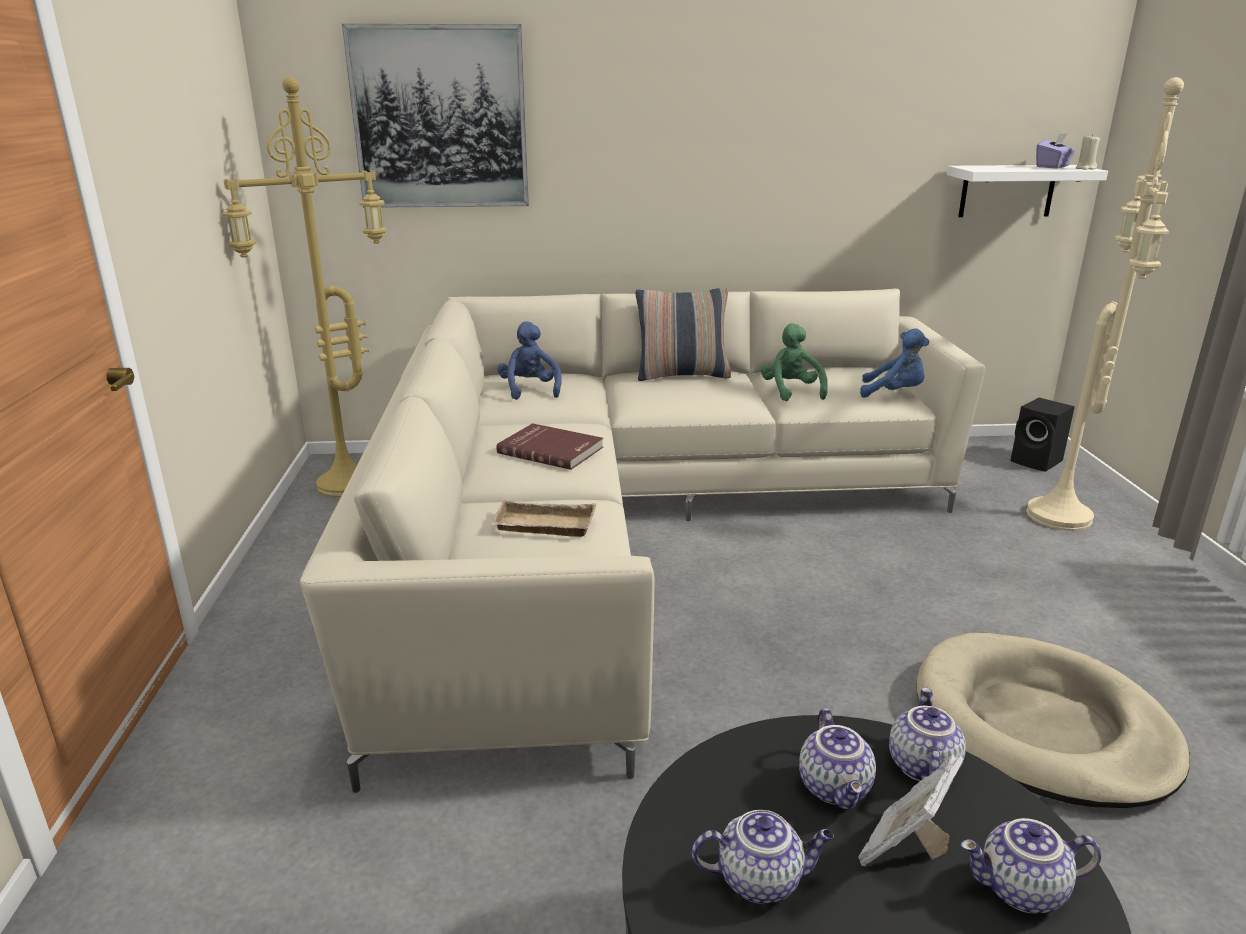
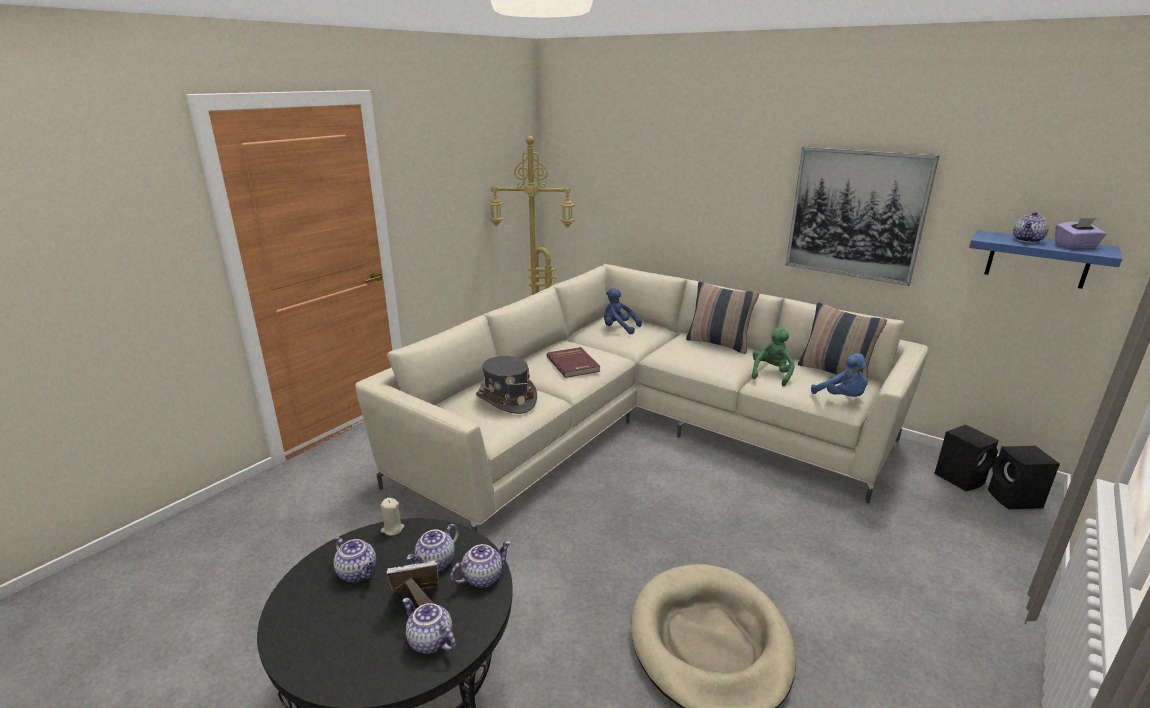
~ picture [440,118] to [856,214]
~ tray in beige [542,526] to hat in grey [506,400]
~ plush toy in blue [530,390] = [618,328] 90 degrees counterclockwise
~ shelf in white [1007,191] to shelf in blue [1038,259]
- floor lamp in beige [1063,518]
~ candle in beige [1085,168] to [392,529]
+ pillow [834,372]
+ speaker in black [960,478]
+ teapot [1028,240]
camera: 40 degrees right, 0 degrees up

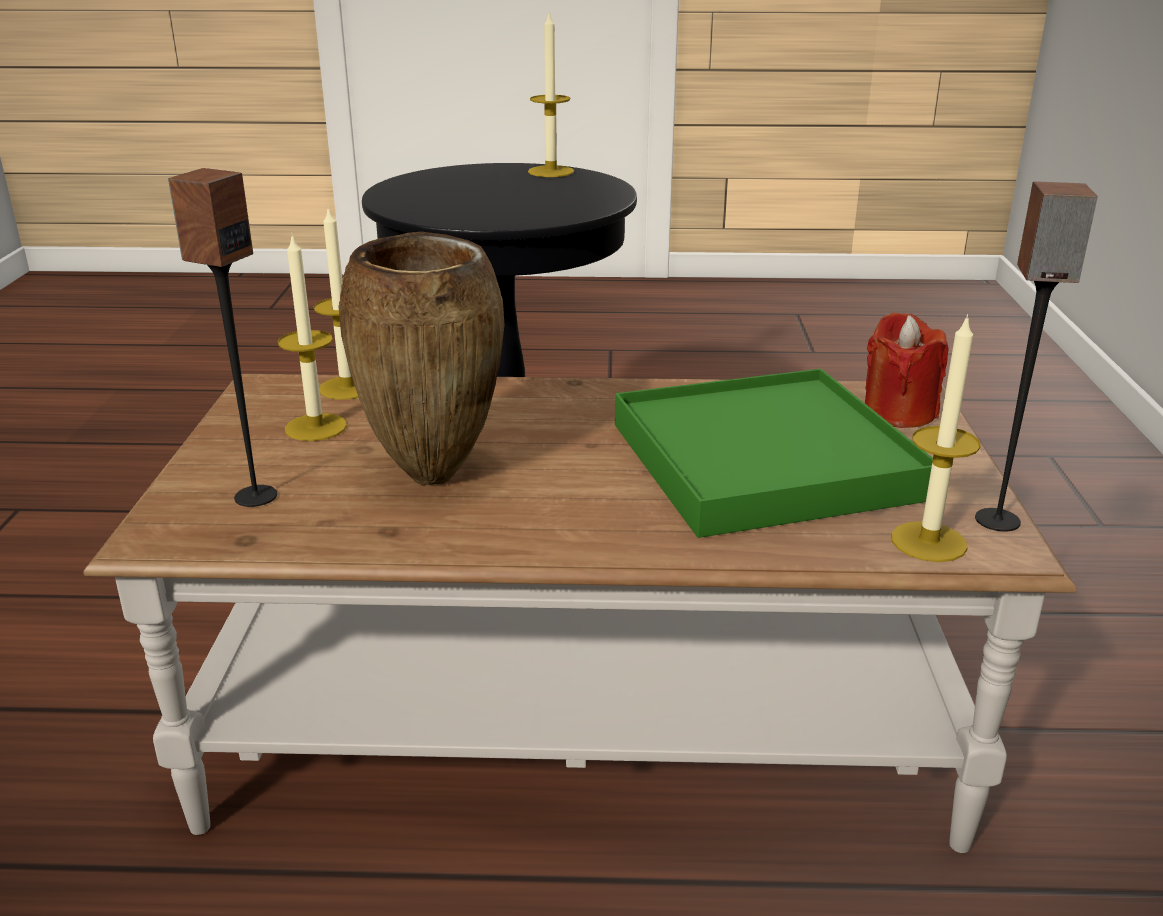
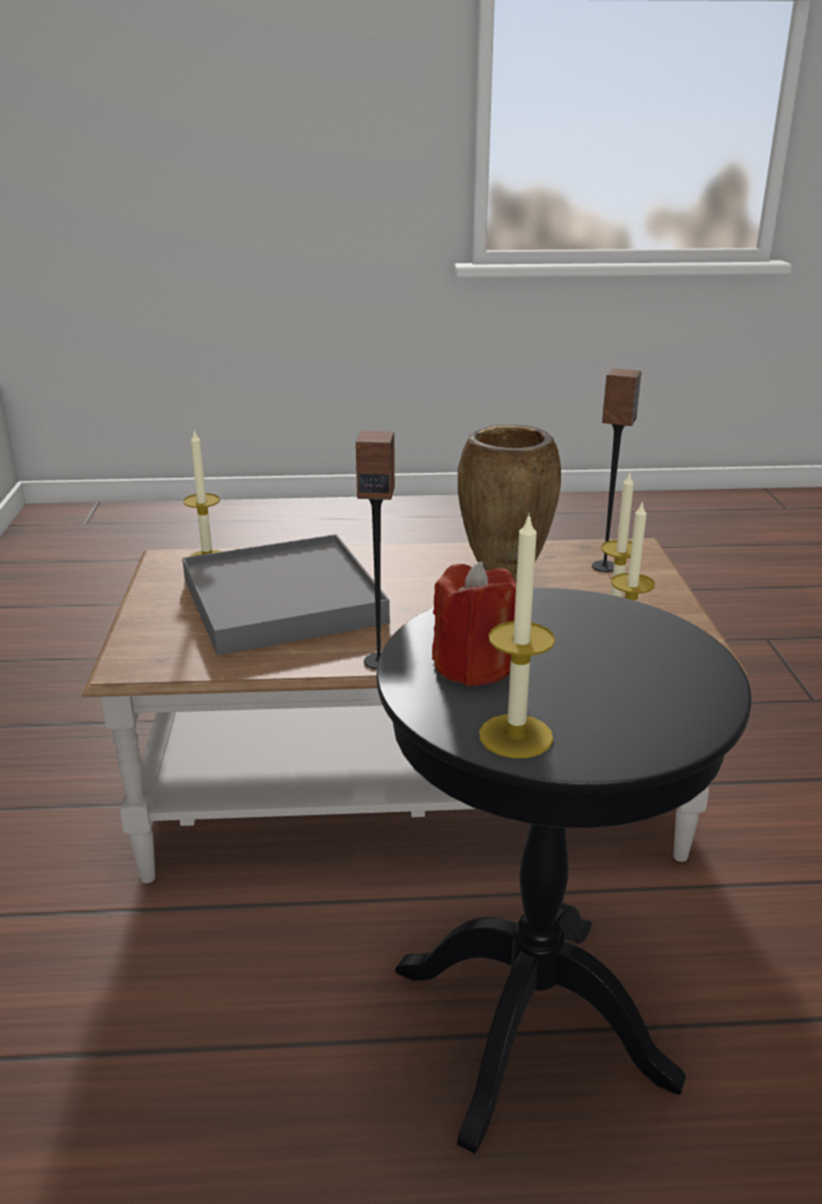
~ tray in green [763,460] to tray in grey [283,601]
~ candle in red [898,413] to [473,666]
~ speaker [997,521] to [379,661]
camera: 175 degrees right, 0 degrees up

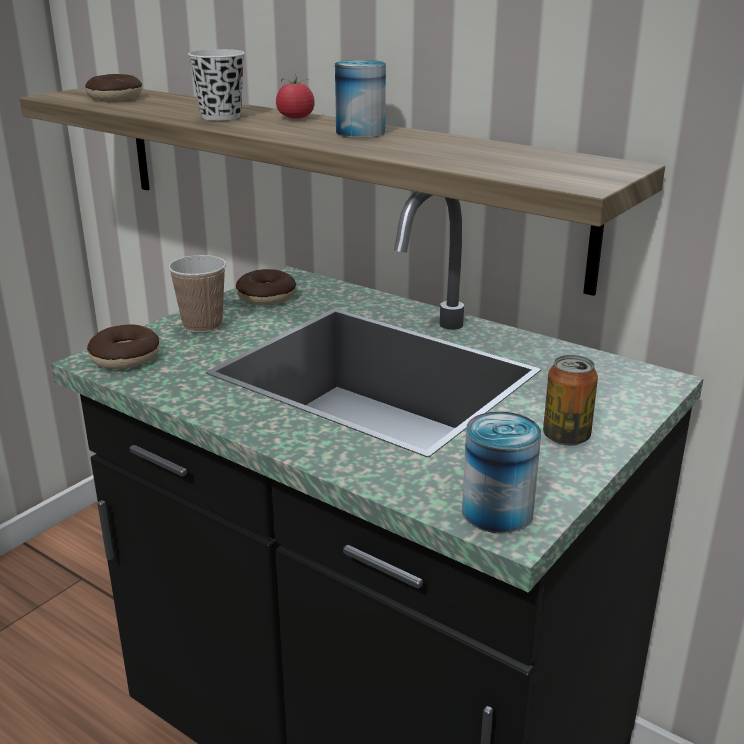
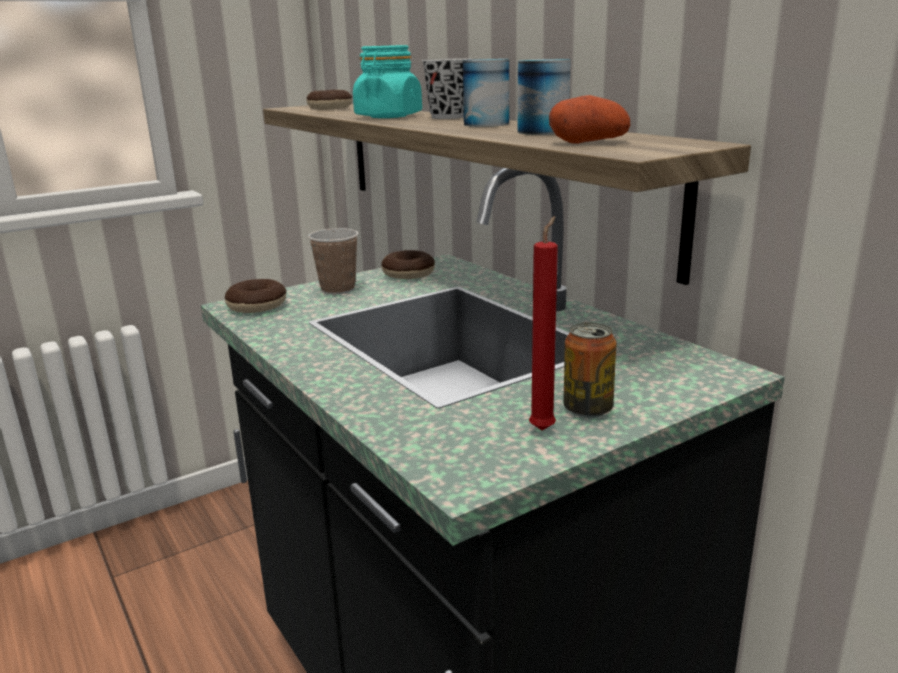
~ cup in white [221,117] to jar in turquoise [388,116]
~ tomato [295,118] to cup in black [448,117]
~ can [497,511] to [542,131]
+ candle in red [544,428]
+ potato [589,142]
camera: 20 degrees right, 5 degrees down

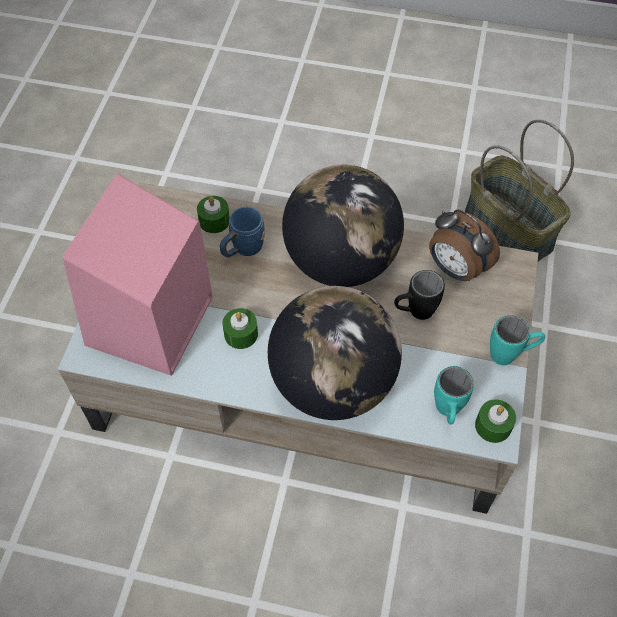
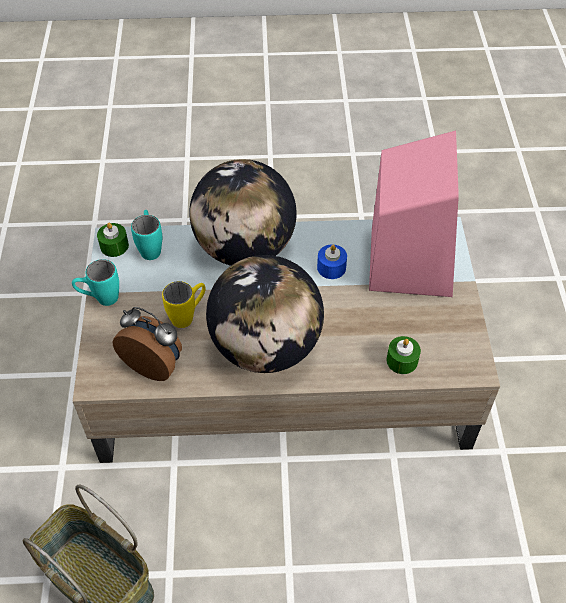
- mug in blue [242,249]
~ candle in green [241,334] to candle in blue [331,267]
~ mug in black [414,312] to mug in yellow [188,316]
camera: 165 degrees right, 5 degrees down

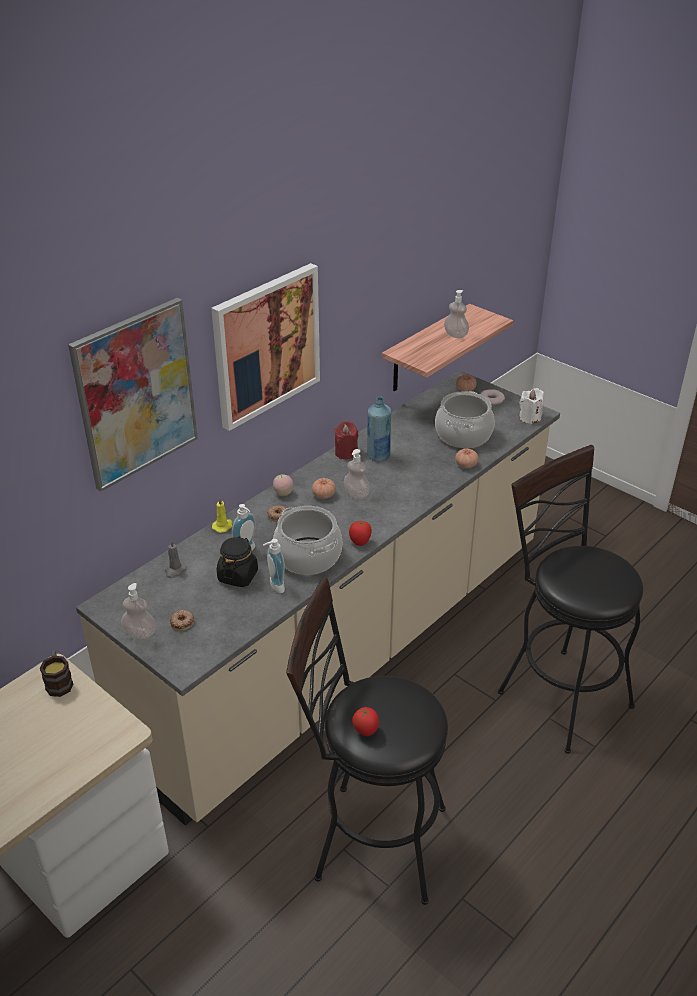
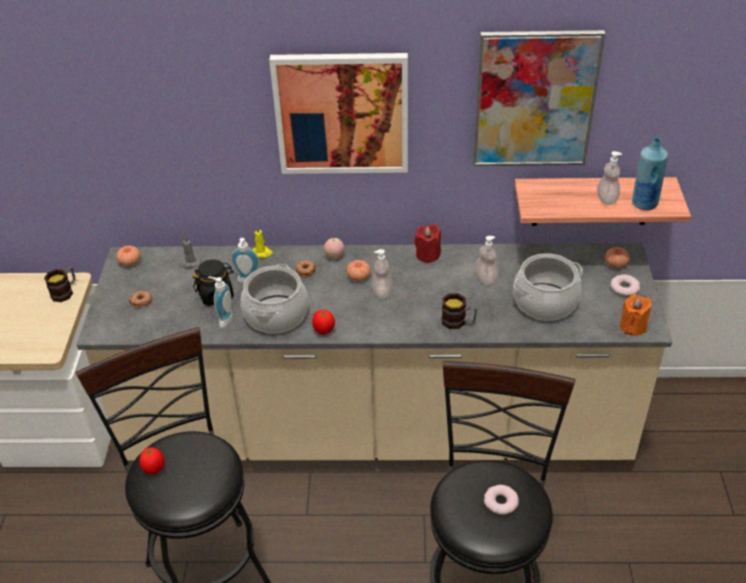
~ picture [136,394] to [534,100]
~ soap dispenser [140,633] to [486,279]
~ bottle in blue [378,456] to [643,203]
~ tomato [466,465] to [130,262]
~ candle in white [530,417] to candle in orange [632,327]
+ mug [458,322]
+ donut [500,502]
camera: 50 degrees right, 5 degrees up

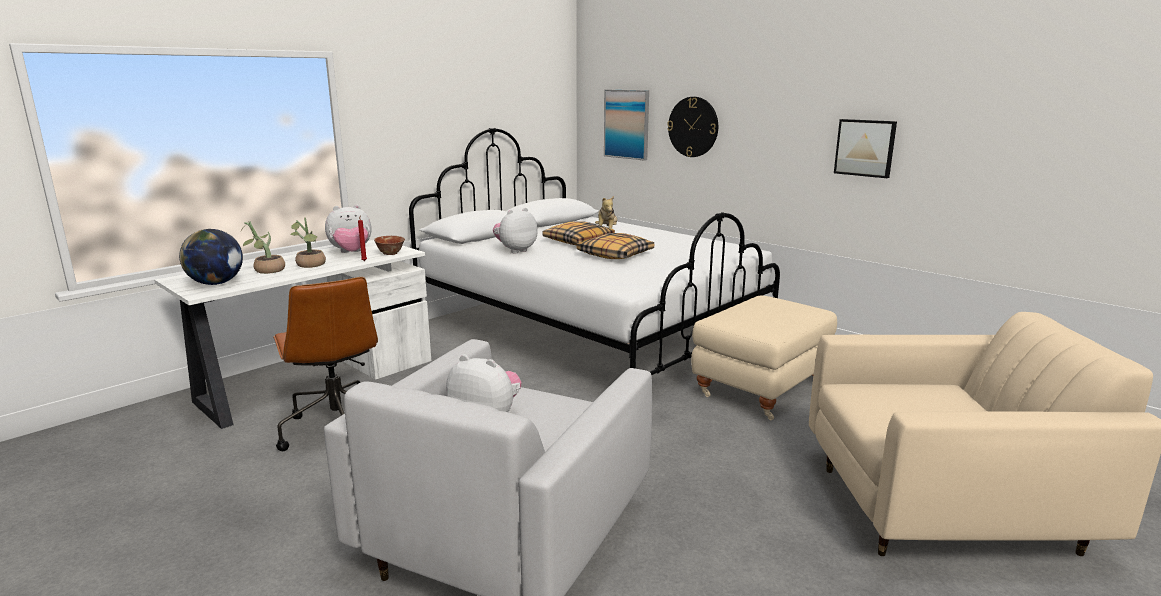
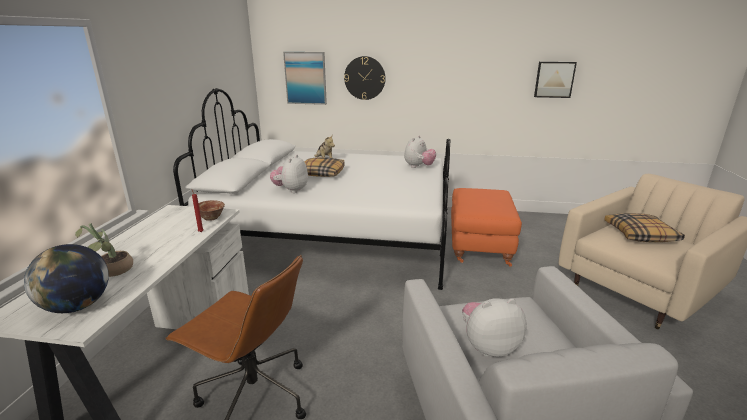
- potted plant [310,265]
~ plush toy [351,253] to [418,167]
~ pillow [615,255] to [640,235]
~ ottoman in beige [759,389] to ottoman in orange [478,247]
~ picture [865,148] to [554,79]
camera: 35 degrees left, 5 degrees up

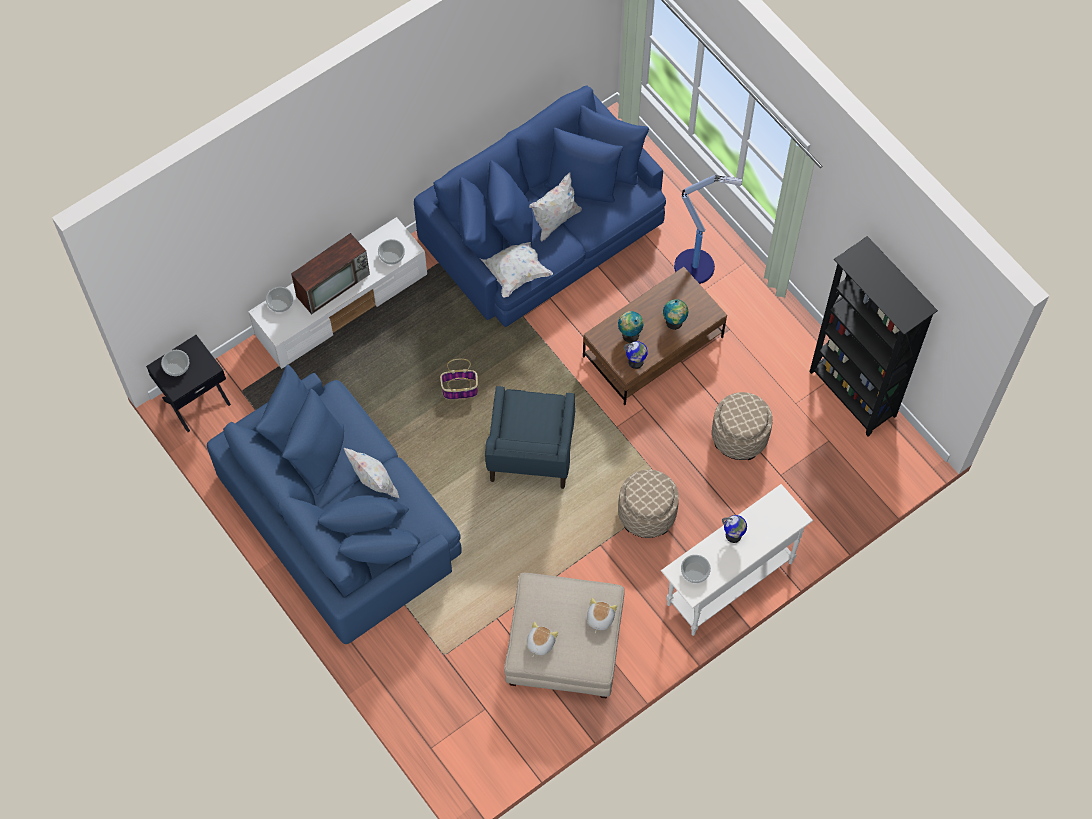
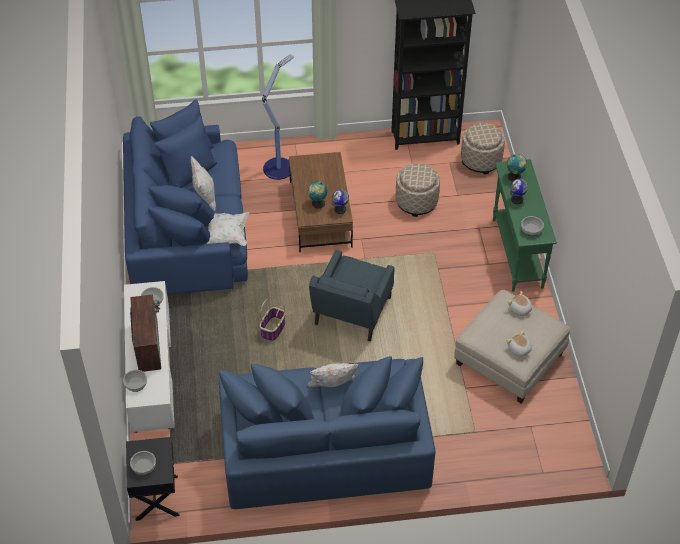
~ armchair in blue [530,453] = [351,313] 75 degrees clockwise
~ ottoman in beige [647,513] to [481,160]
~ console table in white [729,583] to console table in green [517,253]
~ globe [674,323] to [515,177]
camera: 60 degrees left, 15 degrees down

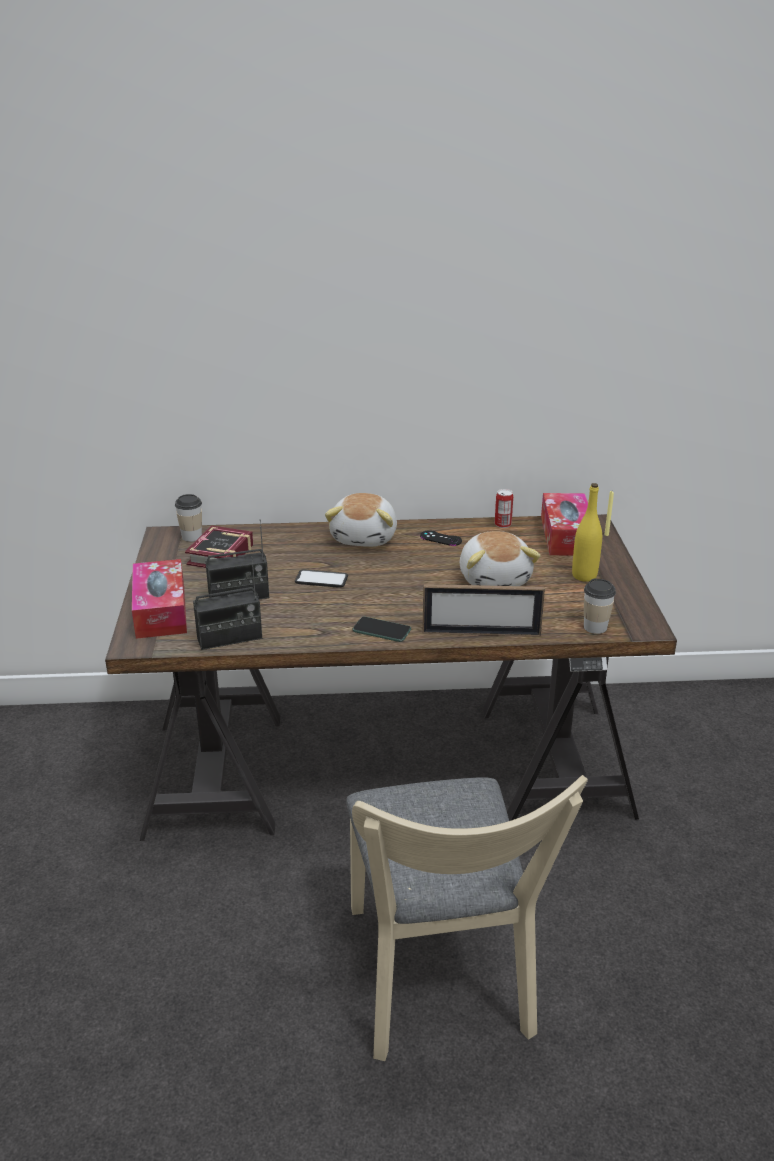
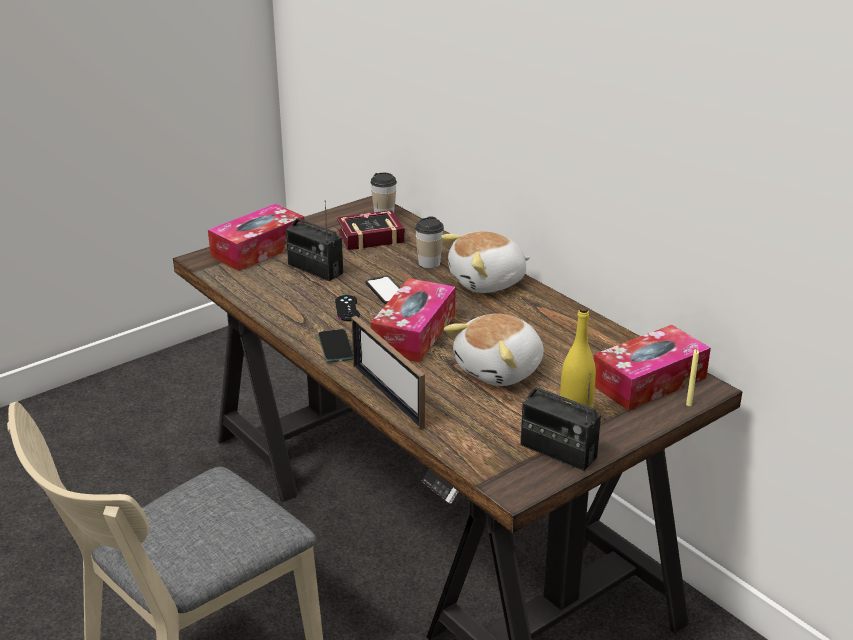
~ radio [229,638] to [558,451]
~ game controller in black [441,538] to [347,308]
- can [502,524]
~ cup [595,627] to [429,263]
+ tissue box [414,333]
camera: 55 degrees right, 0 degrees up

